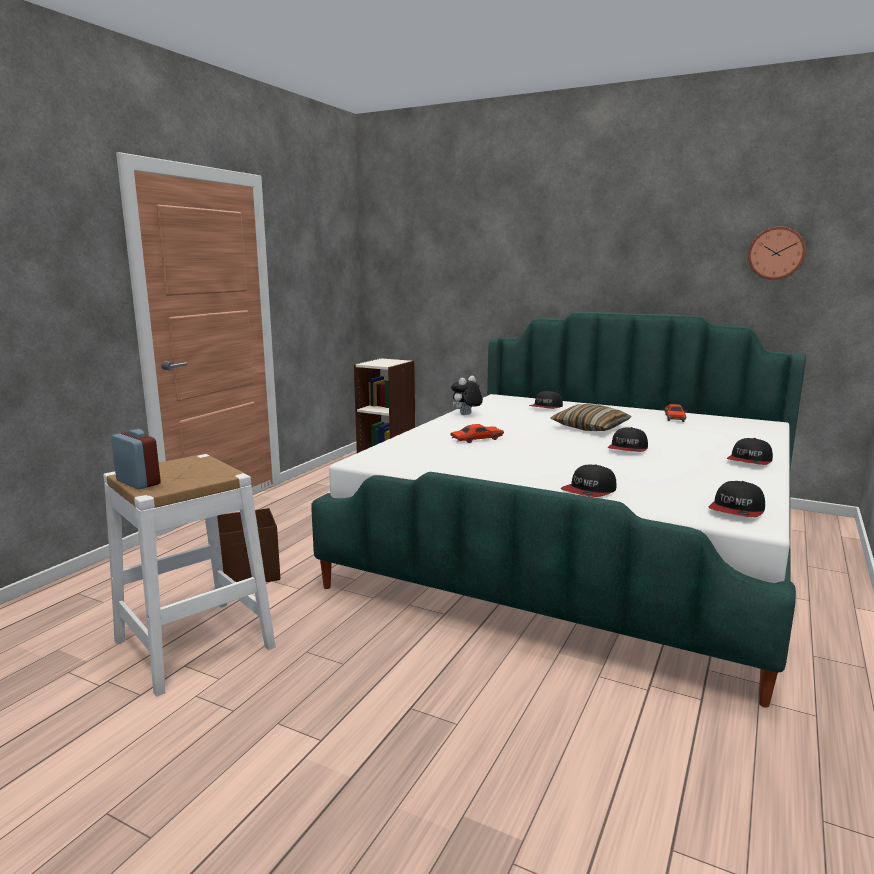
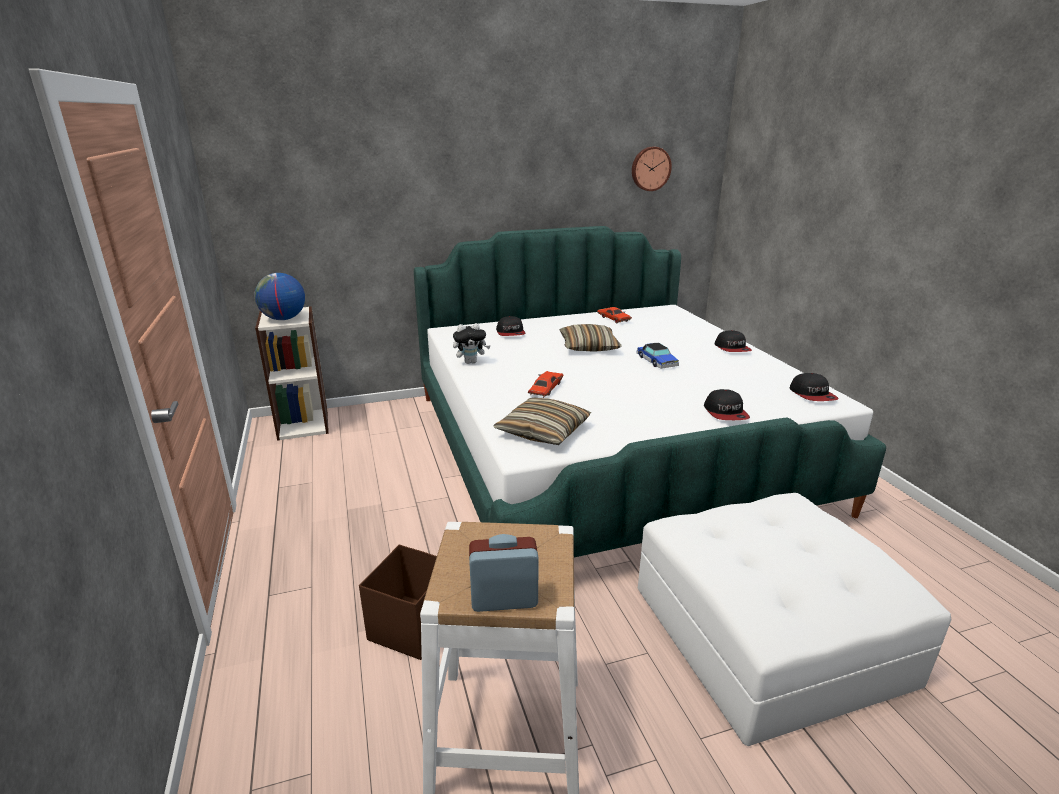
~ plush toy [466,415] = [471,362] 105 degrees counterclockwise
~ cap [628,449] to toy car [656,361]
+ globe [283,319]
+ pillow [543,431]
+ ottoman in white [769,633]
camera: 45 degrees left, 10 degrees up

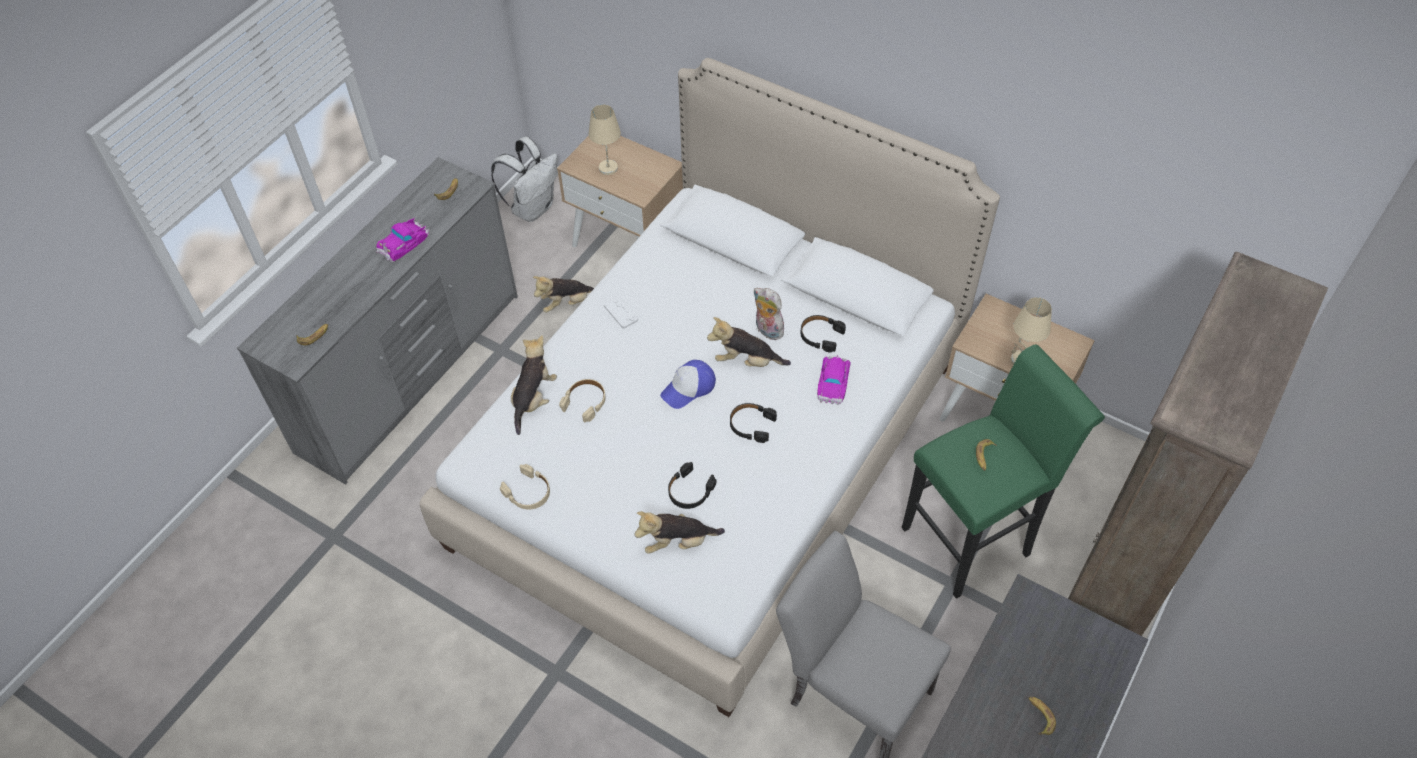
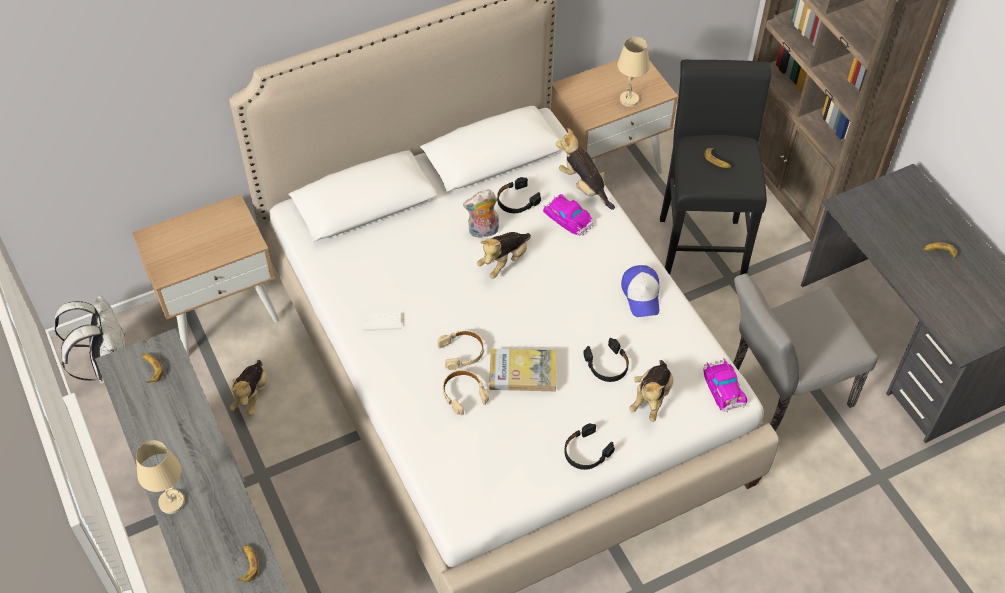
~ toy car [403,242] to [723,387]
~ headphones in beige [528,492] to [462,352]
~ plush toy [533,399] to [584,186]
~ table lamp in beige [608,168] to [172,502]
~ cap [689,388] to [642,295]
~ headphones in black [751,425] to [586,452]
~ stool in green [973,537] to stool in black [700,243]
+ book [522,372]
camera: 60 degrees left, 0 degrees up

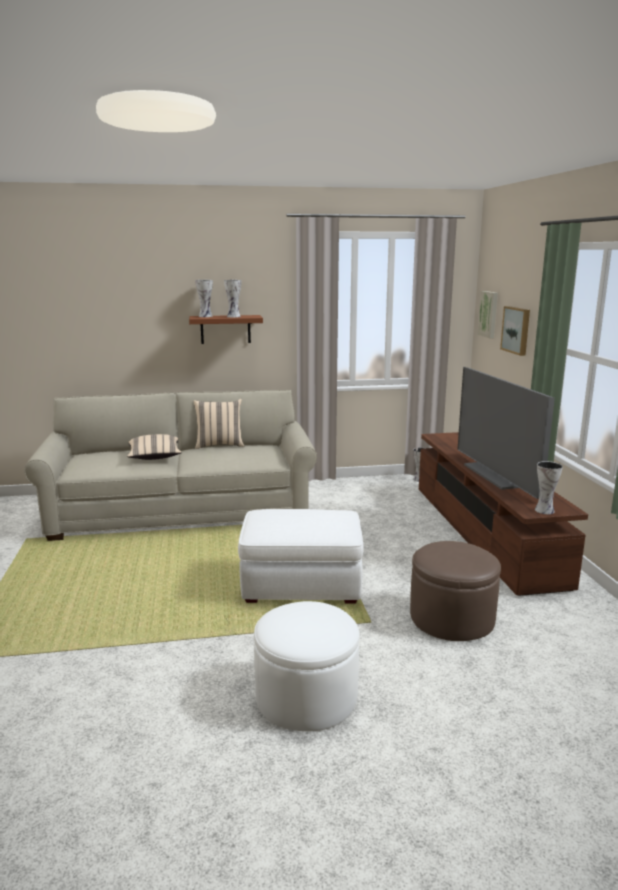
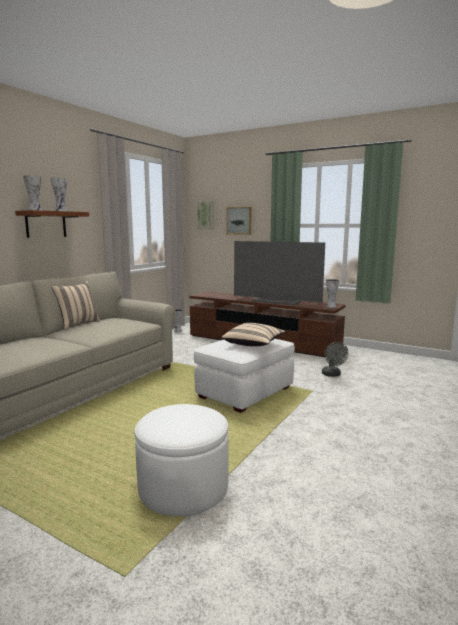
~ pillow in beige [154,457] to [254,344]
~ ottoman in white [306,696] to [183,487]
~ ottoman in brown [451,618] to fan in grey [332,375]
camera: 50 degrees left, 5 degrees down

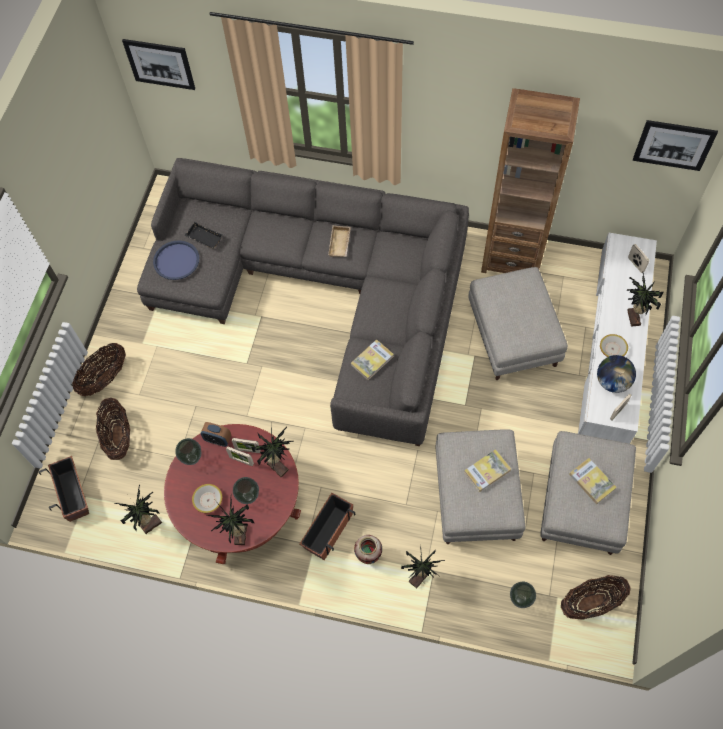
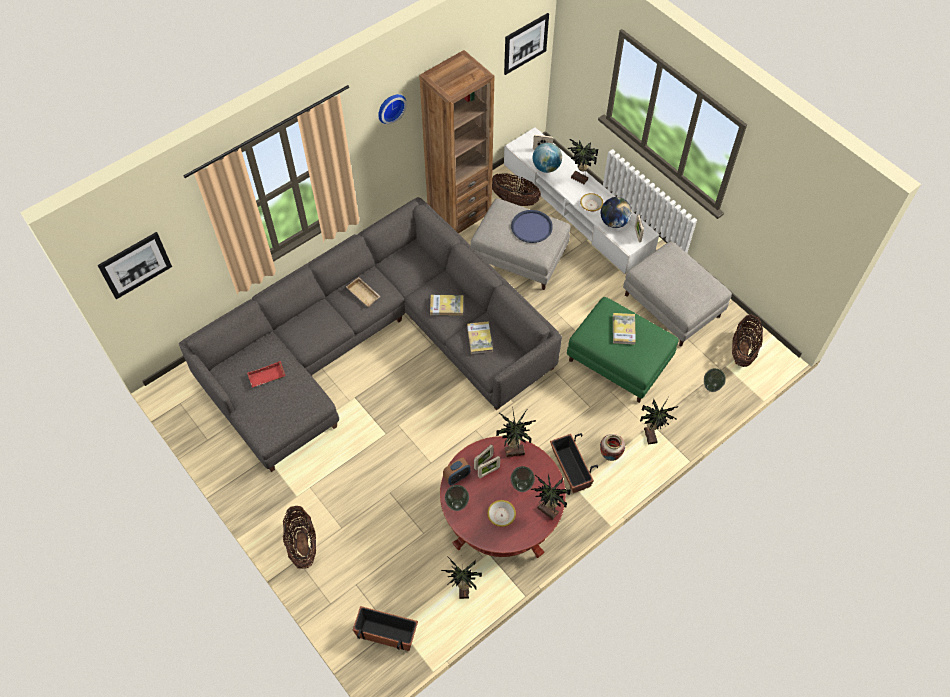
~ basket [118,436] to [514,200]
~ tray in blue [176,260] to [531,227]
~ tray in black [203,238] to tray in red [266,377]
~ ottoman in grey [476,497] to ottoman in green [619,361]
~ book [592,481] to [446,306]
+ wall clock [390,107]
+ globe [546,167]
camera: 55 degrees left, 5 degrees down

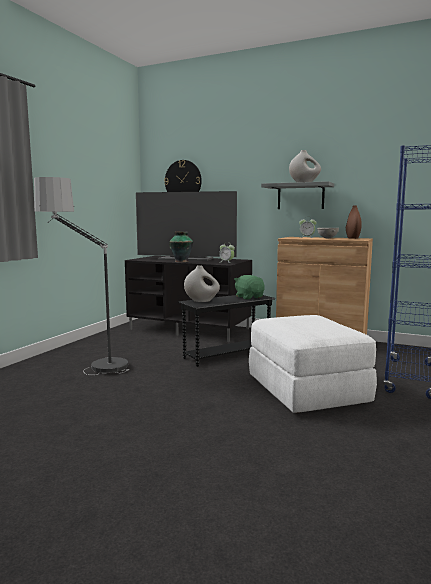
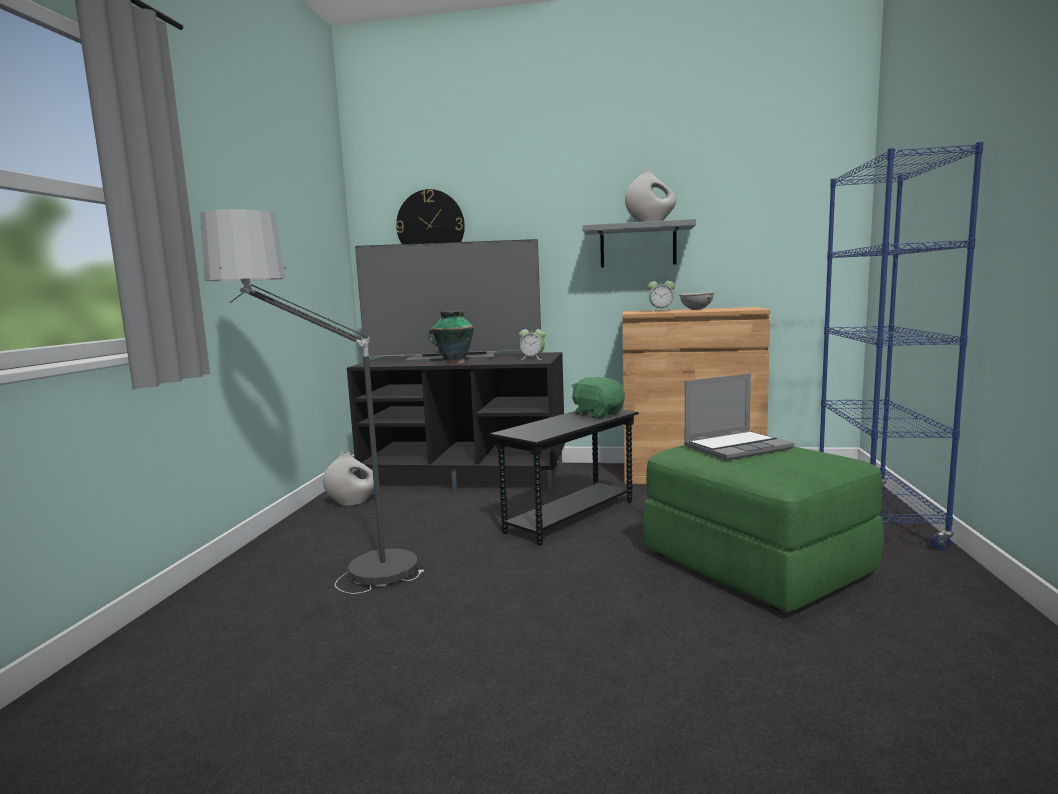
~ vase in white [202,301] to [352,502]
~ ottoman in white [307,390] to ottoman in green [757,564]
- vase in brown [352,238]
+ laptop [737,447]
camera: 15 degrees left, 0 degrees up

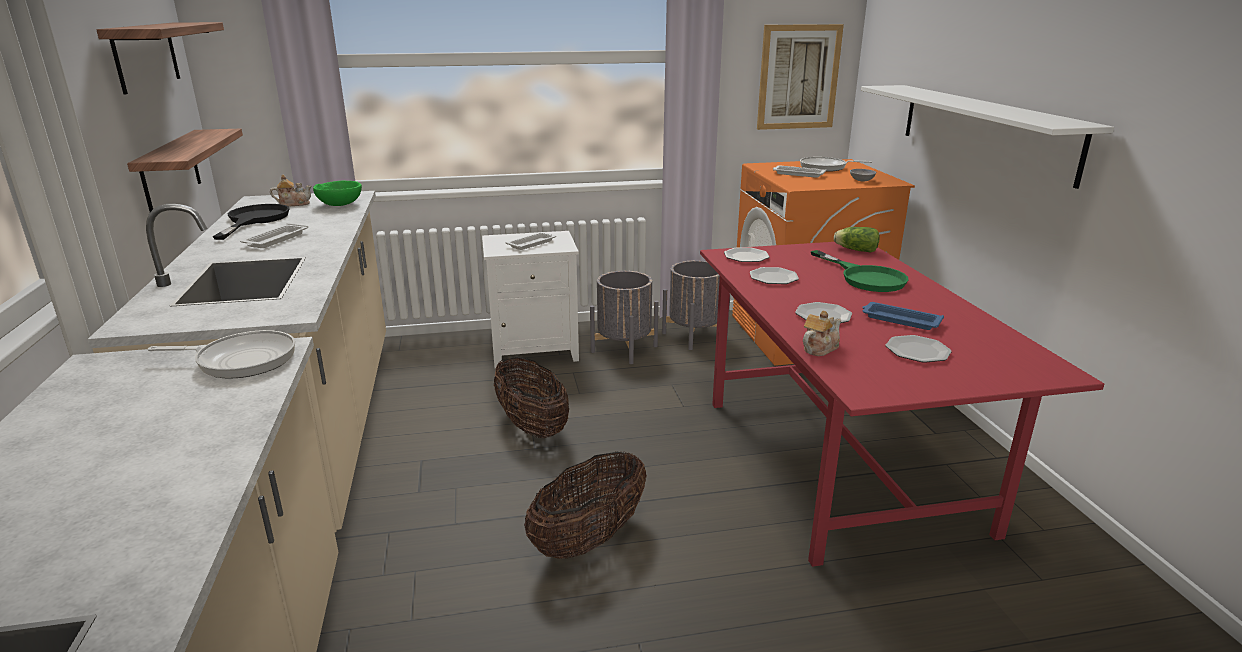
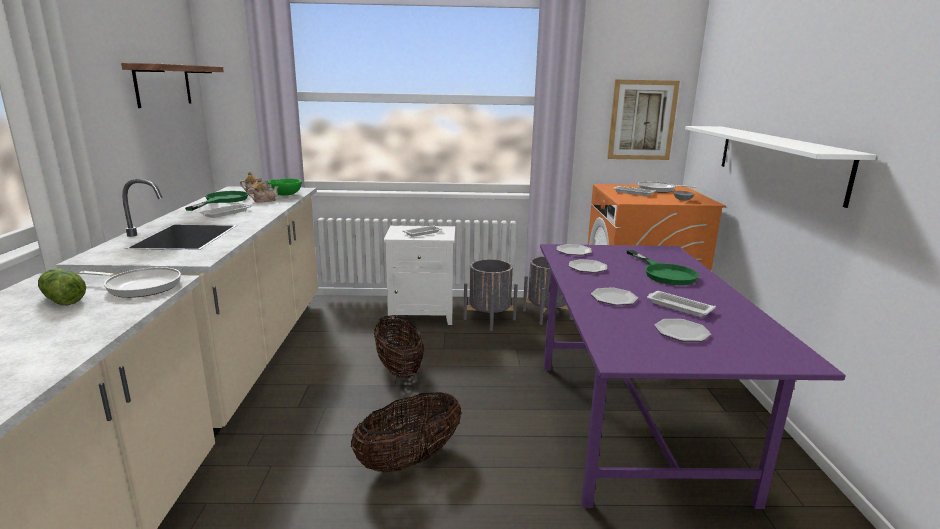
- shelf [170,172]
~ frying pan in black [254,220] to frying pan in green [222,200]
~ dining table in red [835,461] to dining table in purple [630,423]
~ teapot [819,348] to [264,200]
~ lettuce [854,250] to [62,299]
~ tray in blue [899,320] to tray in white [678,307]
camera: 10 degrees right, 5 degrees down

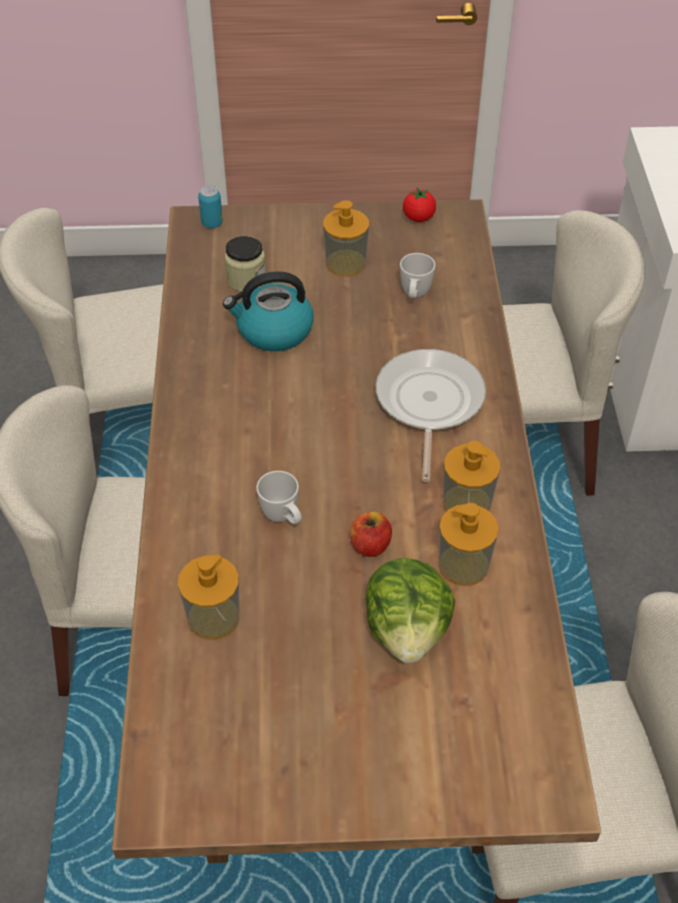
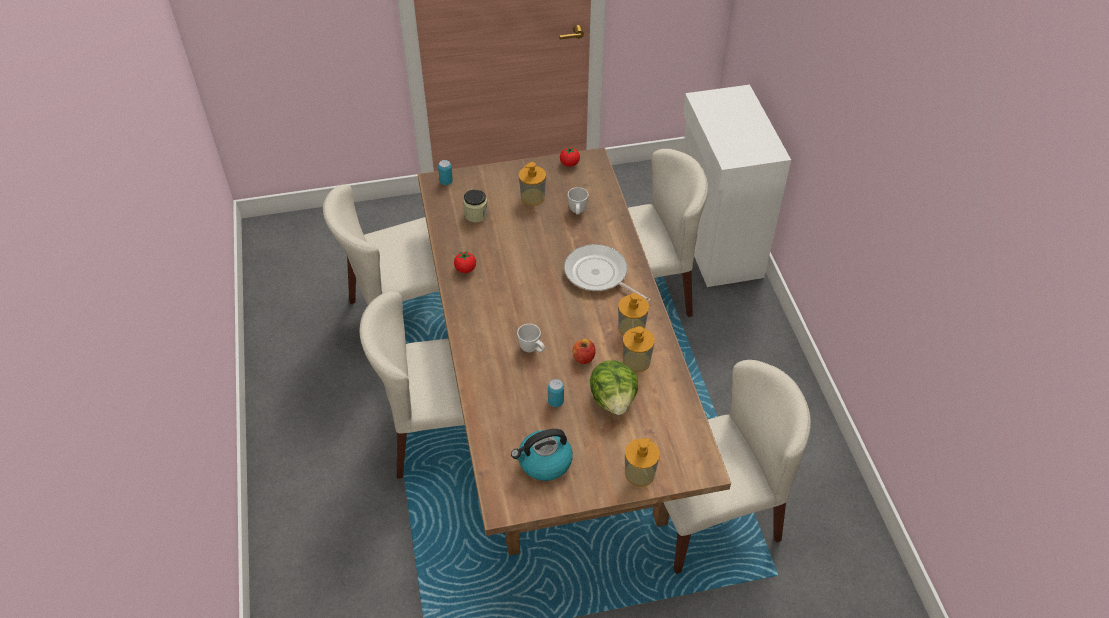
~ soap dispenser [213,617] to [639,473]
~ kettle [273,331] to [544,462]
~ frying pan [428,403] = [599,275] 45 degrees counterclockwise
+ tomato [465,269]
+ can [555,401]
camera: 10 degrees left, 0 degrees up

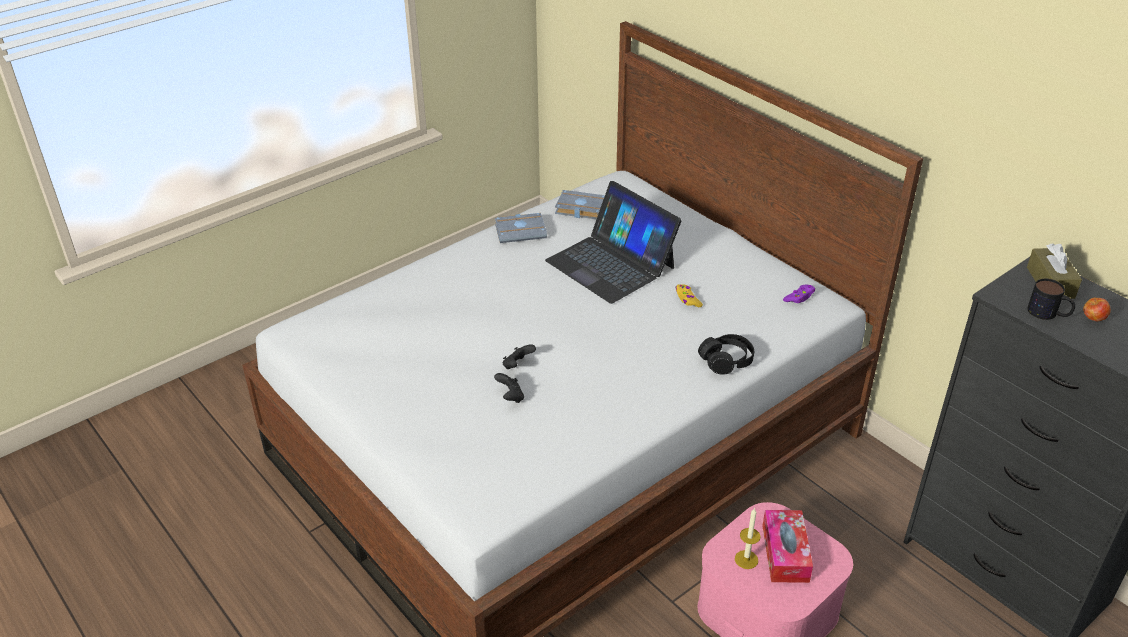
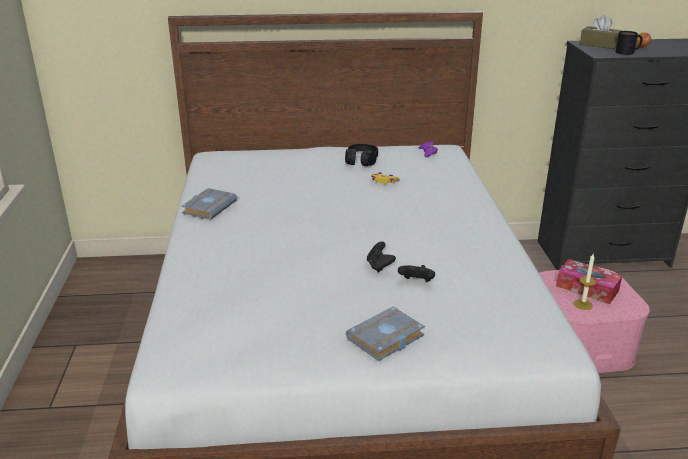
- laptop [611,264]
~ book in grey [579,209] to [385,339]
~ headphones in black [726,361] to [361,161]
camera: 55 degrees left, 10 degrees down

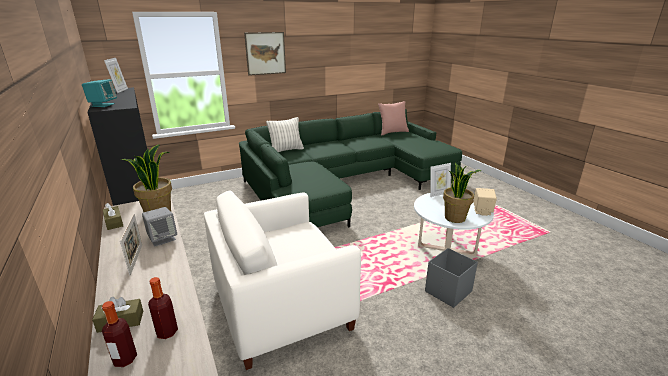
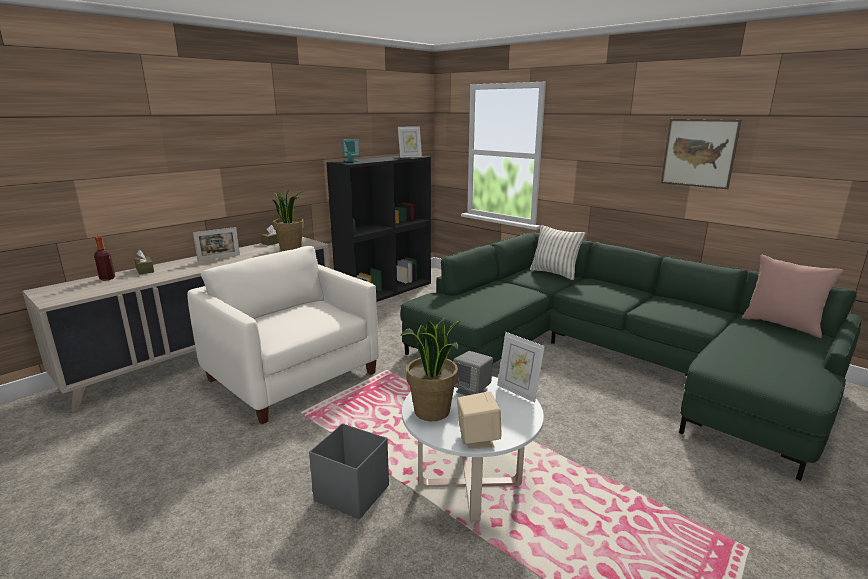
~ speaker in grey [163,239] to [472,391]
- bottle [167,332]
~ picture [265,53] to [699,153]
camera: 70 degrees right, 5 degrees down

